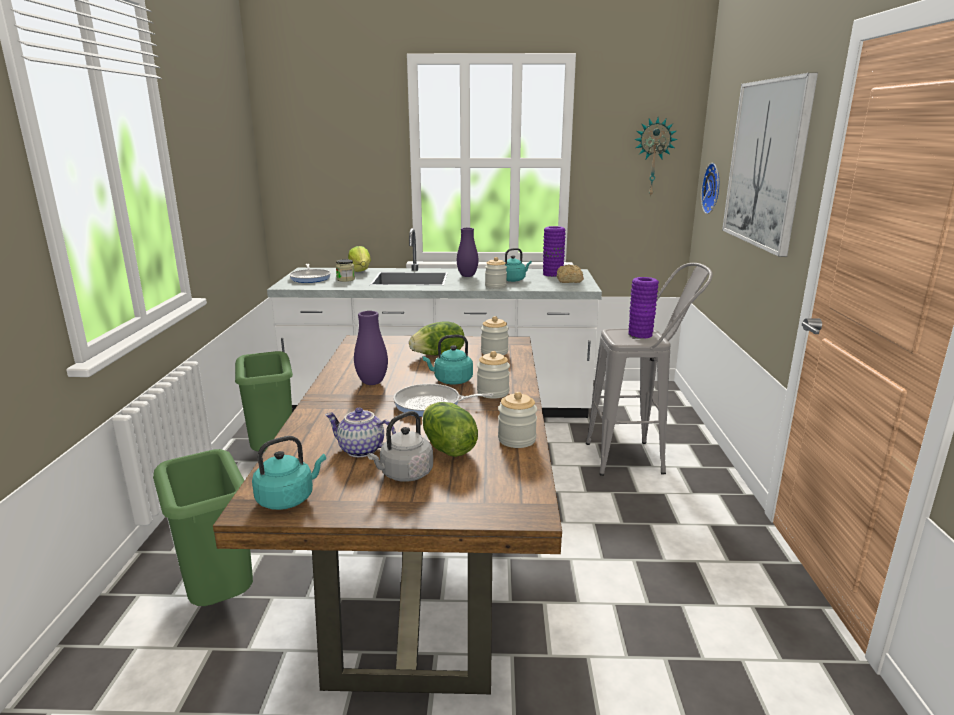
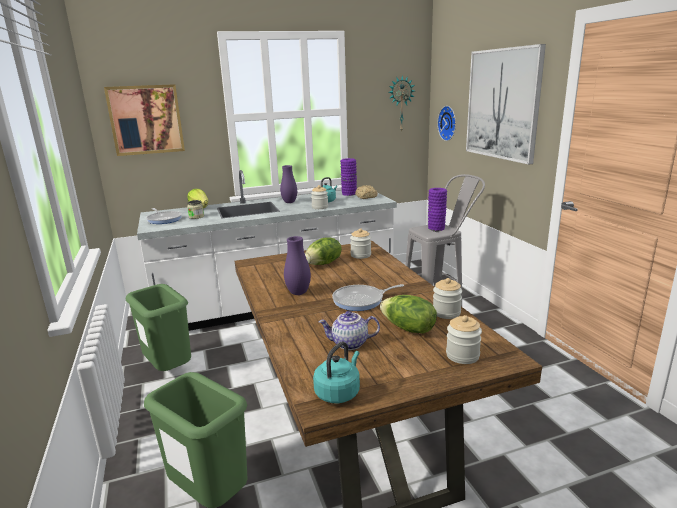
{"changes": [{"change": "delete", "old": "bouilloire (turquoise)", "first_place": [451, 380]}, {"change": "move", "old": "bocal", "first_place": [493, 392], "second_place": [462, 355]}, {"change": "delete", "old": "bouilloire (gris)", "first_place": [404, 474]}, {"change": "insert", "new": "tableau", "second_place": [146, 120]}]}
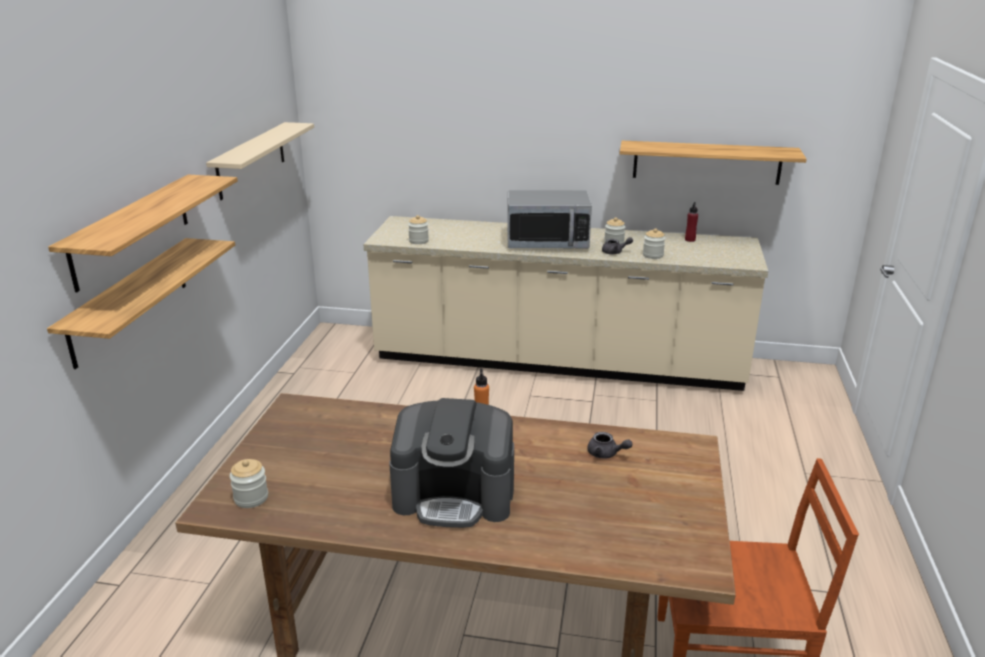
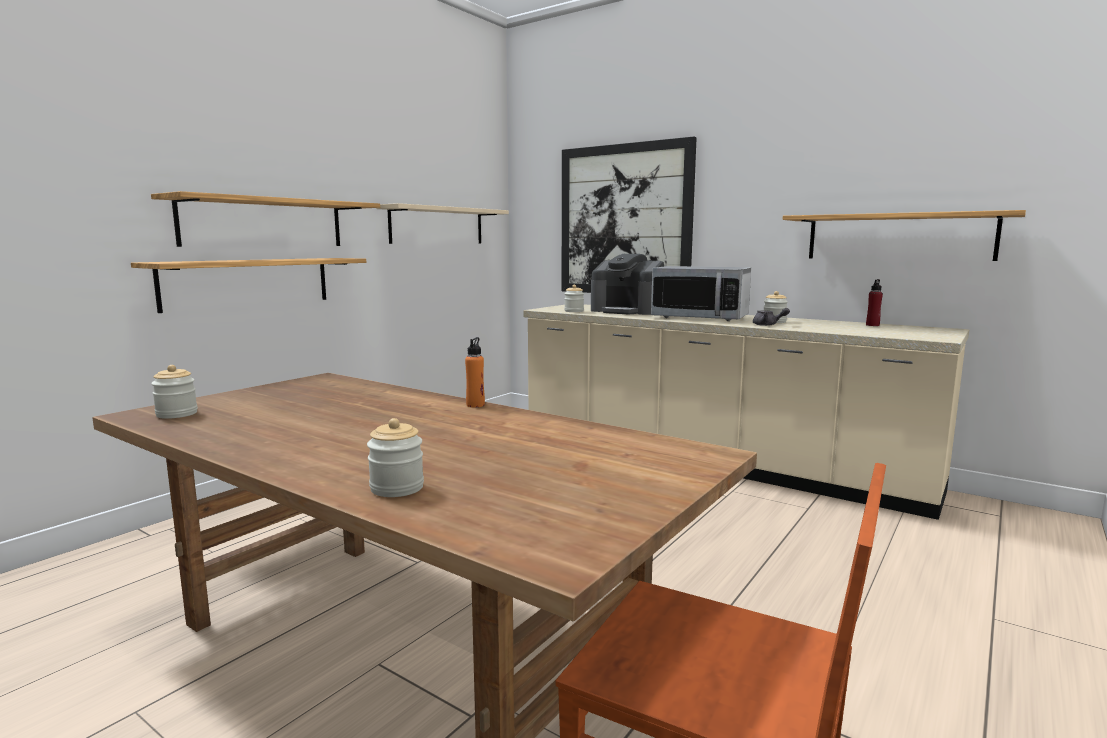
{"changes": [{"change": "move", "old": "bocal", "first_place": [653, 255], "second_place": [397, 488]}, {"change": "move", "old": "machine à café", "first_place": [455, 495], "second_place": [627, 311]}, {"change": "delete", "old": "théière (gris)", "first_place": [606, 454]}, {"change": "insert", "new": "tableau", "second_place": [624, 220]}]}
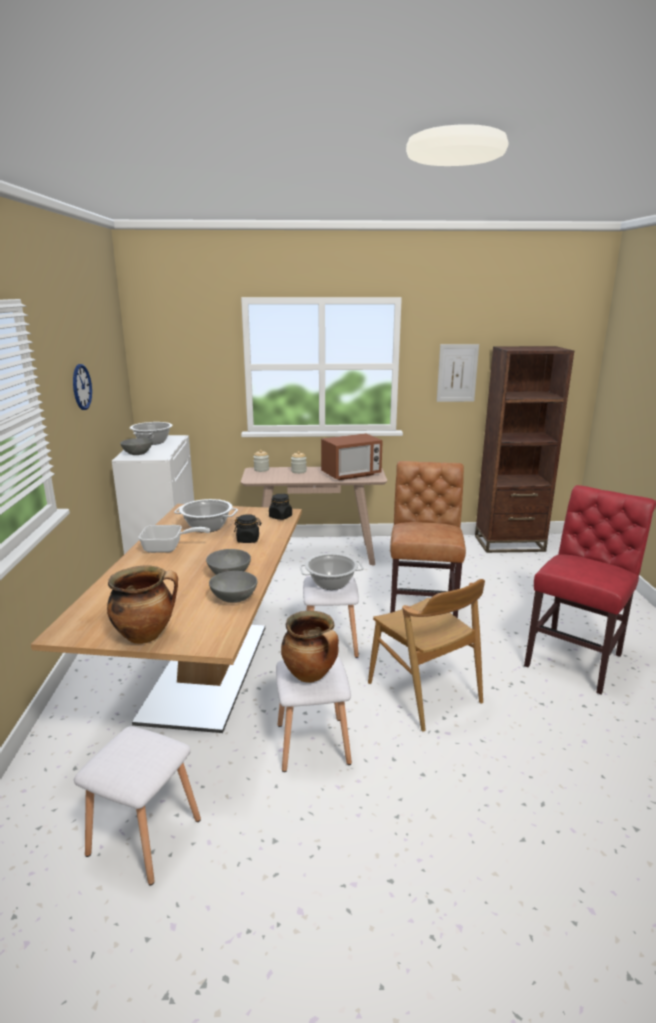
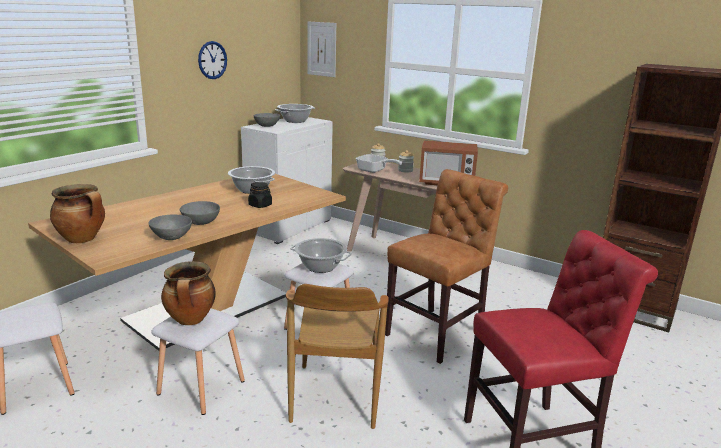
{"changes": [{"change": "move", "old": "tableau", "first_place": [457, 373], "second_place": [321, 49]}, {"change": "delete", "old": "bocal (noir)", "first_place": [280, 517]}, {"change": "move", "old": "poêle", "first_place": [168, 548], "second_place": [374, 171]}]}
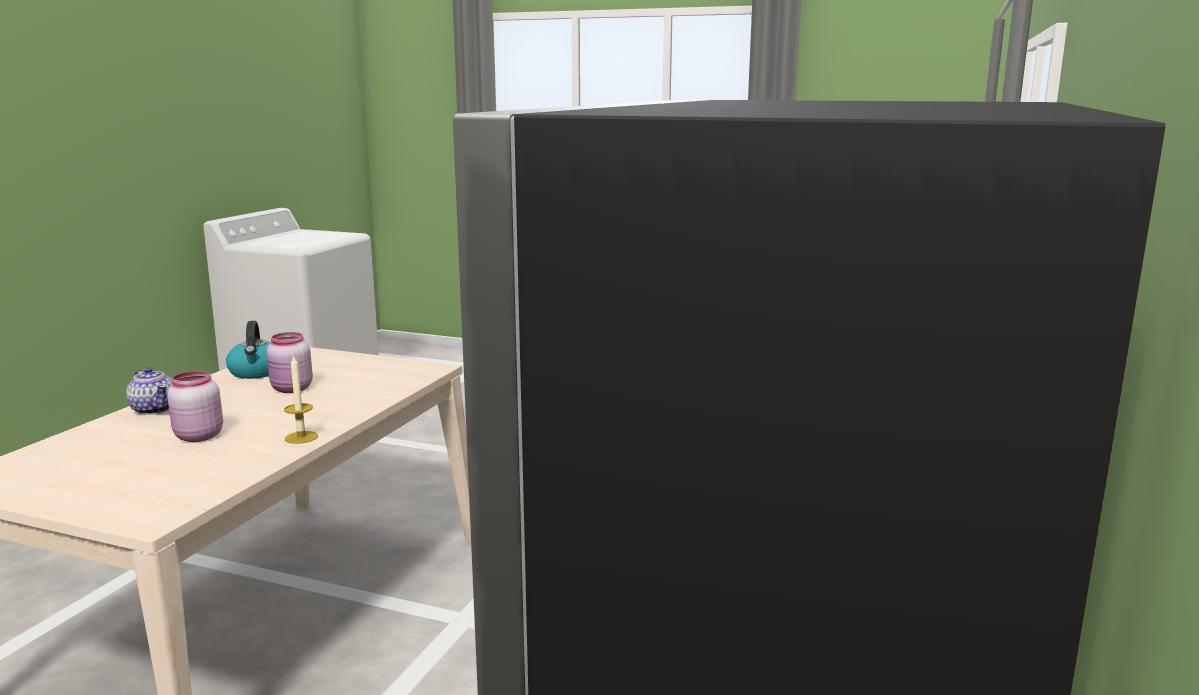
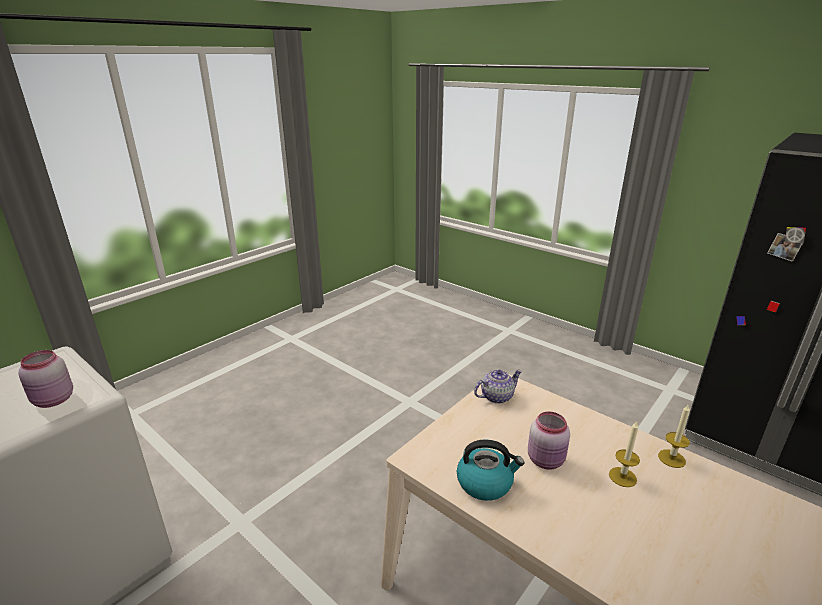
{"changes": [{"change": "move", "old": "théière", "first_place": [154, 409], "second_place": [496, 397]}, {"change": "move", "old": "bocal (rose)", "first_place": [197, 437], "second_place": [53, 400]}, {"change": "insert", "new": "bougie", "second_place": [622, 477]}]}
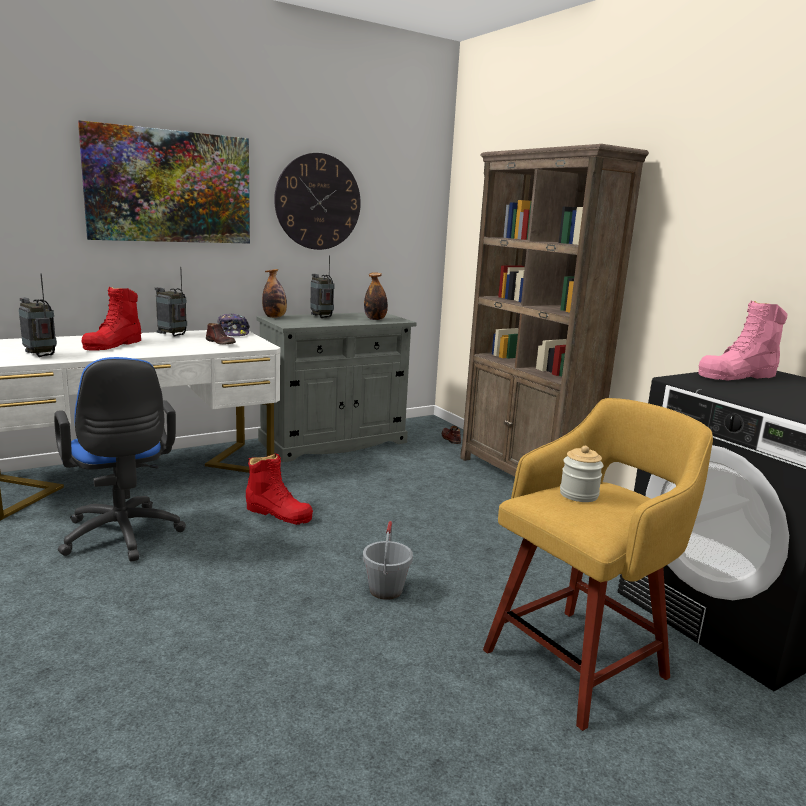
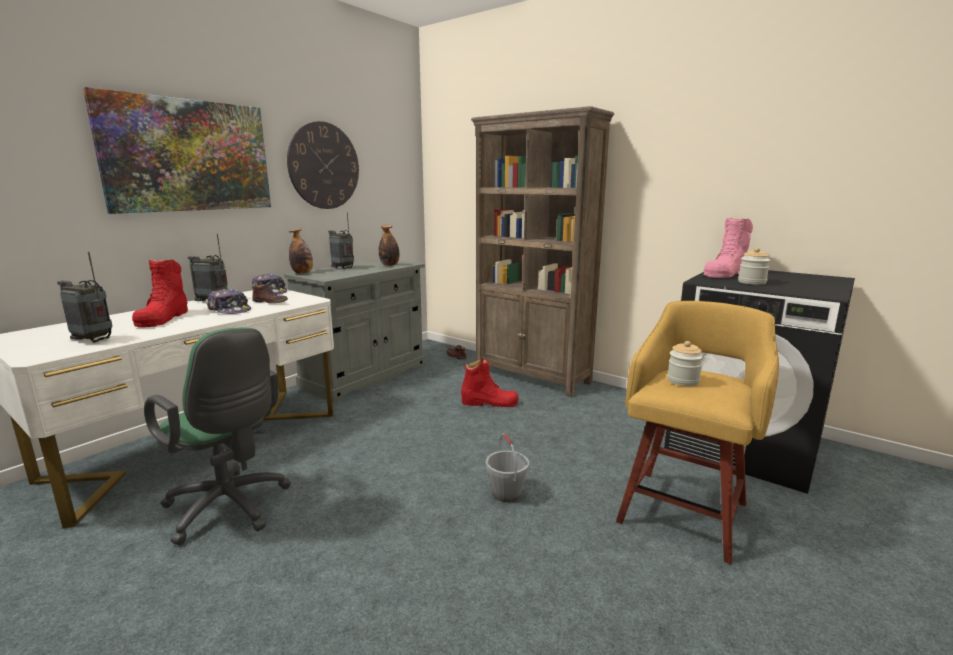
{"changes": [{"change": "recolor", "old": "chaise de bureau (bleu)", "new": "chaise de bureau (vert)", "first_place": [122, 537], "second_place": [230, 509]}, {"change": "move", "old": "botte (rouge)", "first_place": [279, 513], "second_place": [489, 403]}, {"change": "insert", "new": "bocal", "second_place": [752, 282]}, {"change": "insert", "new": "casquette", "second_place": [230, 310]}]}
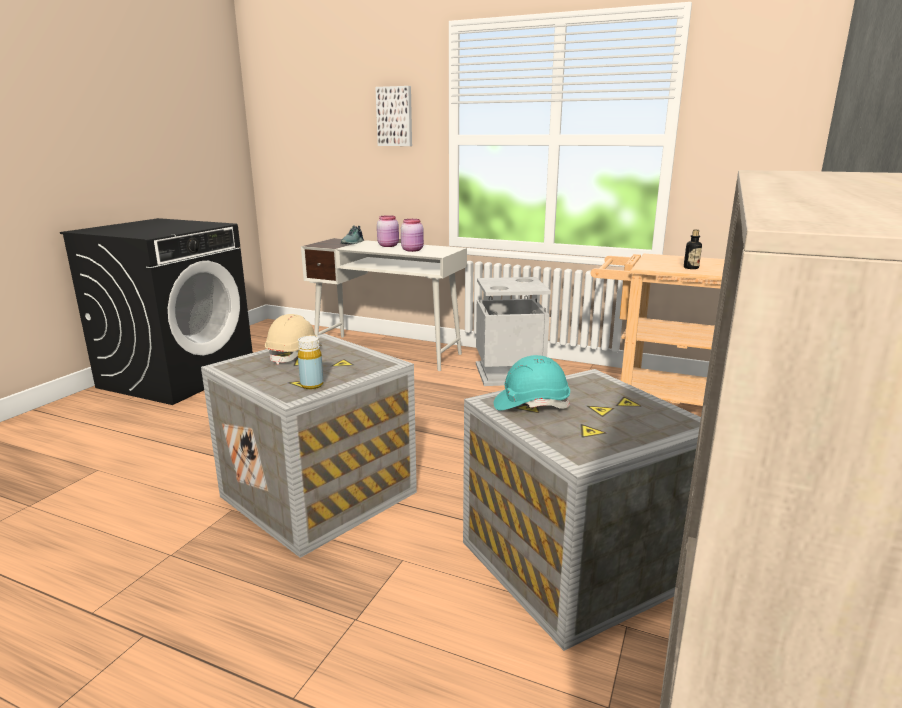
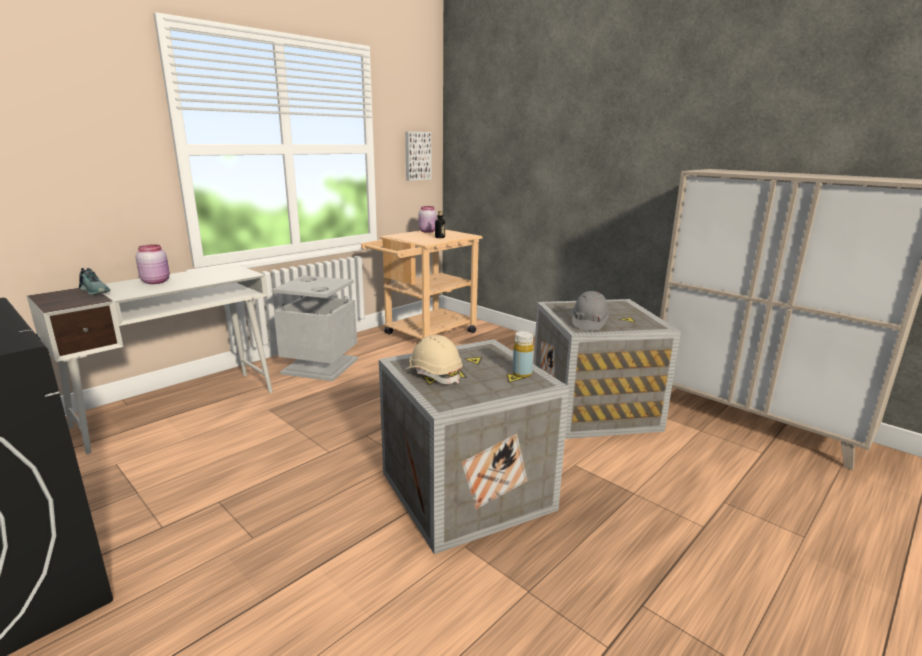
{"changes": [{"change": "move", "old": "tableau", "first_place": [395, 116], "second_place": [417, 156]}, {"change": "move", "old": "bocal (rose)", "first_place": [413, 250], "second_place": [427, 231]}, {"change": "recolor", "old": "casque de chantier (turquoise)", "new": "casque de chantier (gris)", "first_place": [531, 405], "second_place": [589, 323]}]}
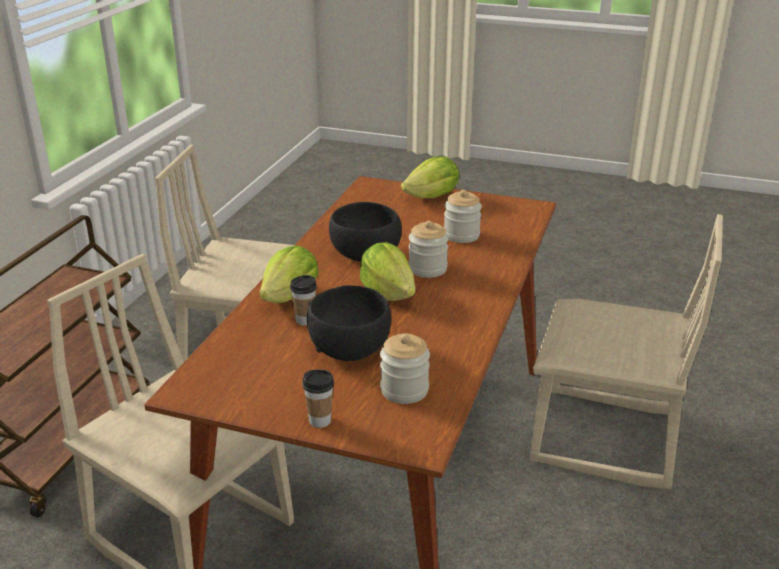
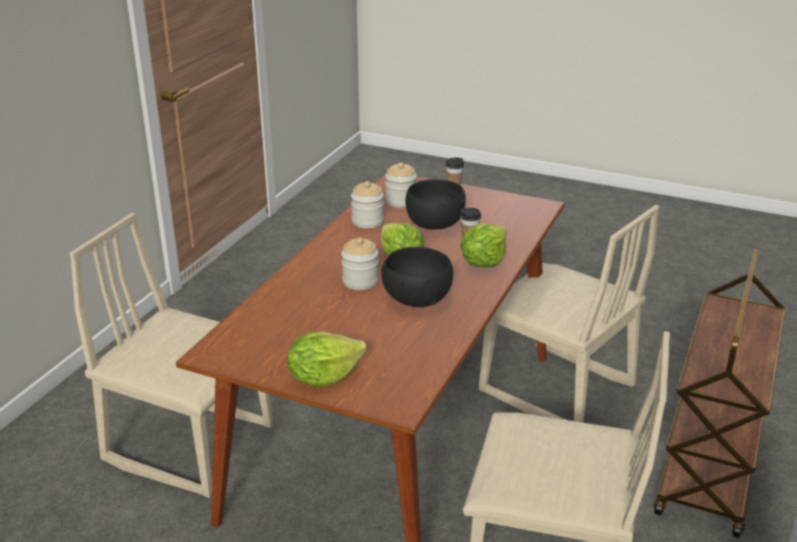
{"changes": [{"change": "move", "old": "bocal", "first_place": [461, 235], "second_place": [367, 221]}]}
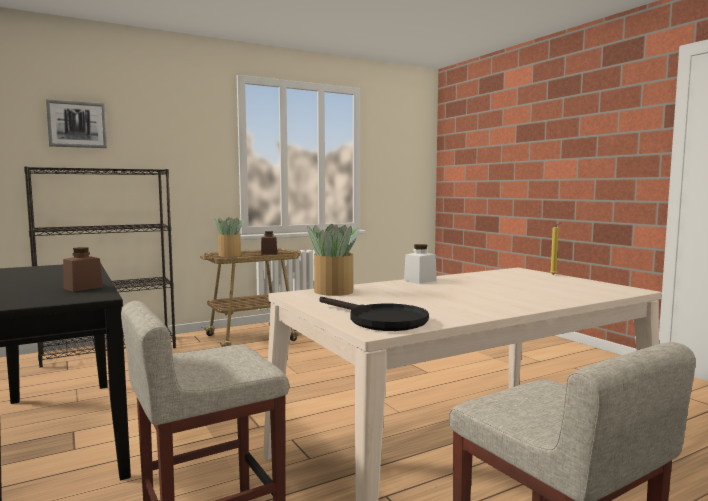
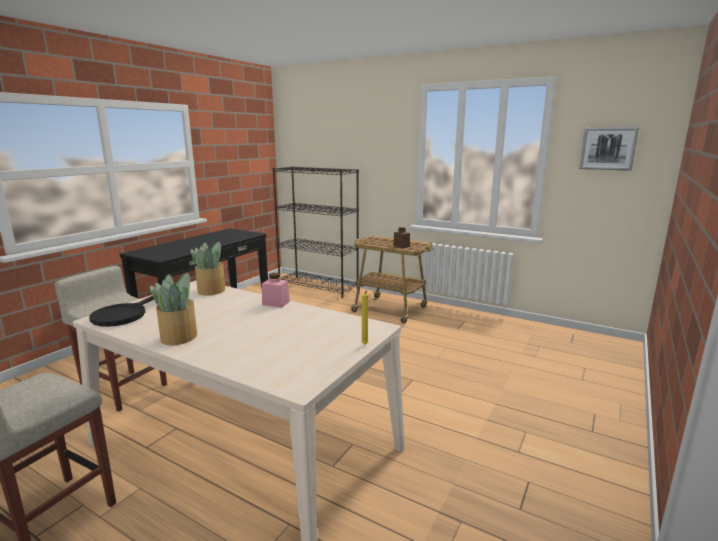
{"changes": [{"change": "move", "old": "tableau", "first_place": [77, 124], "second_place": [608, 148]}, {"change": "move", "old": "plante en pot", "first_place": [229, 255], "second_place": [180, 336]}, {"change": "recolor", "old": "bocal (blanc)", "new": "bocal (rose)", "first_place": [420, 280], "second_place": [276, 303]}, {"change": "delete", "old": "bocal (marron)", "first_place": [83, 288]}]}
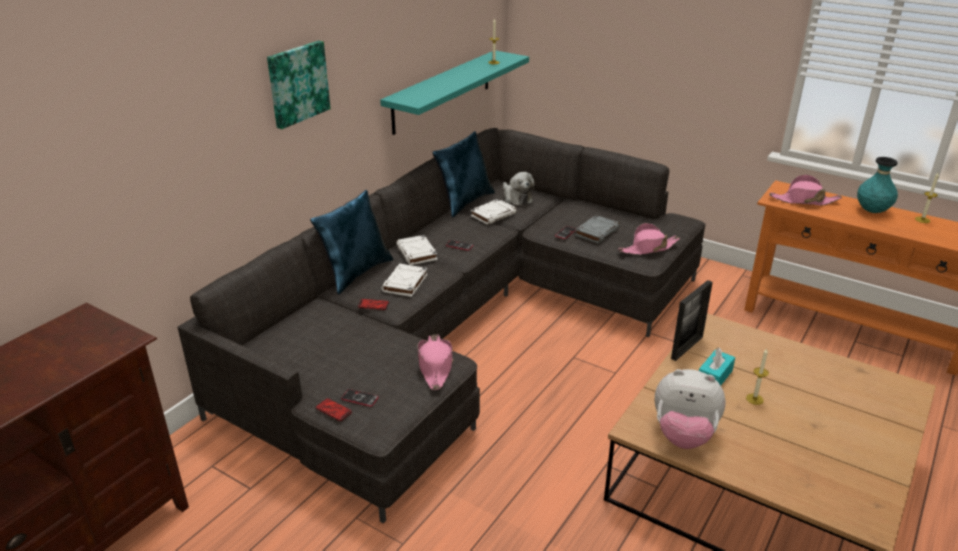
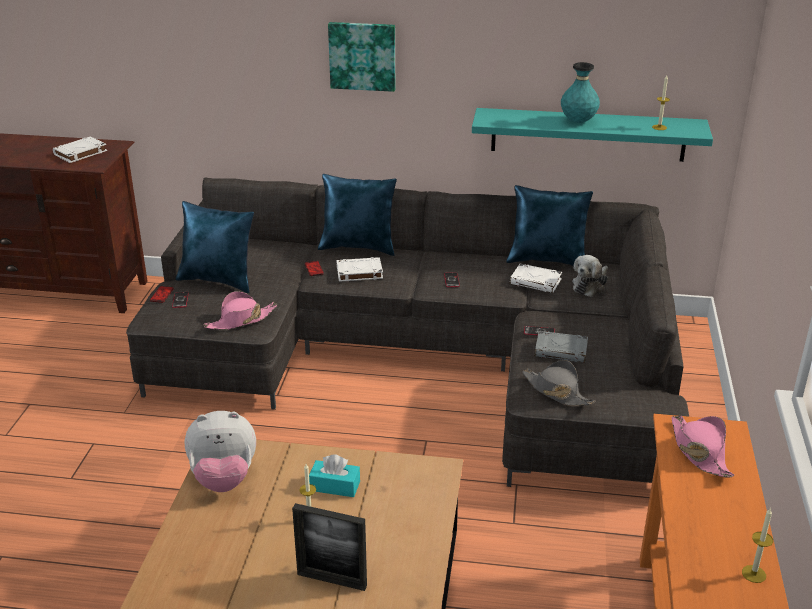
{"changes": [{"change": "move", "old": "vase (turquoise)", "first_place": [872, 211], "second_place": [578, 122]}, {"change": "recolor", "old": "chapeau (rose)", "new": "chapeau (gris)", "first_place": [648, 248], "second_place": [556, 392]}, {"change": "move", "old": "livre (blanc)", "first_place": [417, 253], "second_place": [80, 153]}, {"change": "move", "old": "cadre photo", "first_place": [687, 347], "second_place": [332, 580]}, {"change": "rotate", "old": "peluche", "first_place": [683, 435], "second_place": [224, 479], "degrees": -90}, {"change": "insert", "new": "coussin (bleu)", "second_place": [219, 280]}]}
